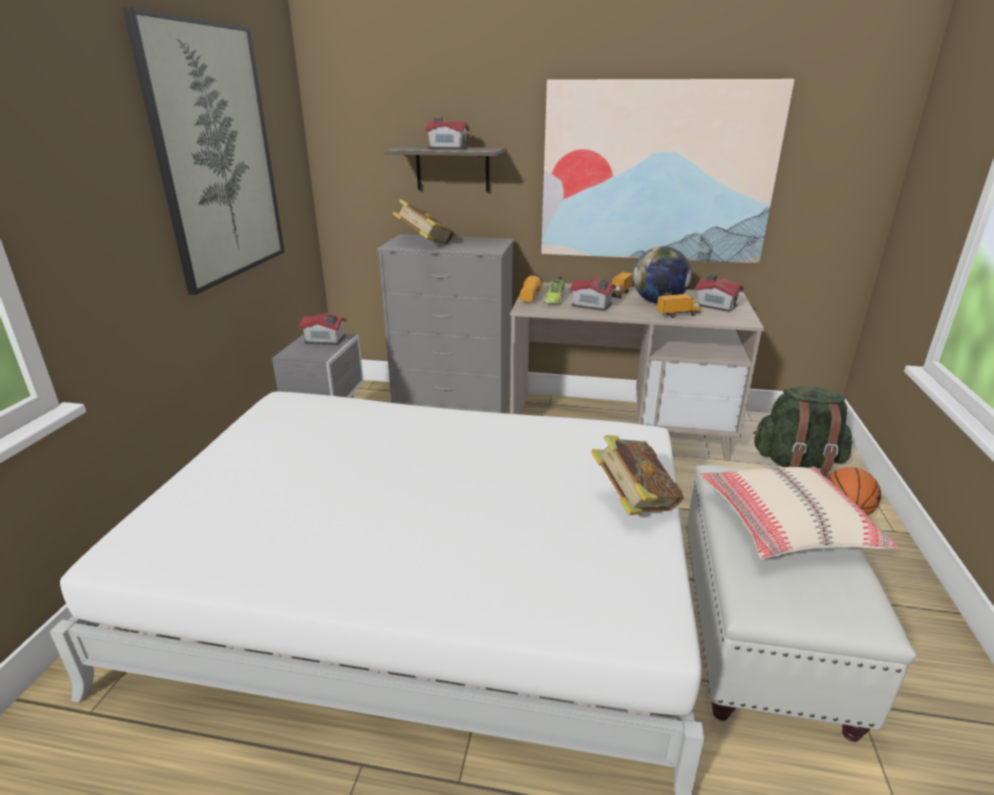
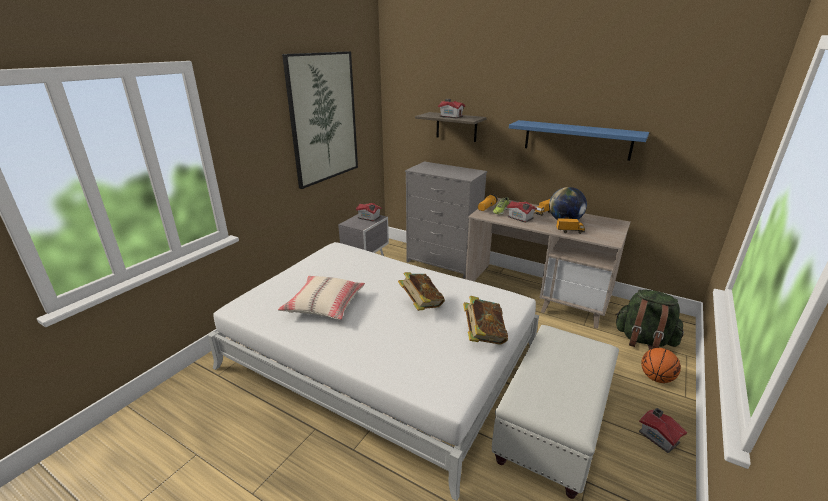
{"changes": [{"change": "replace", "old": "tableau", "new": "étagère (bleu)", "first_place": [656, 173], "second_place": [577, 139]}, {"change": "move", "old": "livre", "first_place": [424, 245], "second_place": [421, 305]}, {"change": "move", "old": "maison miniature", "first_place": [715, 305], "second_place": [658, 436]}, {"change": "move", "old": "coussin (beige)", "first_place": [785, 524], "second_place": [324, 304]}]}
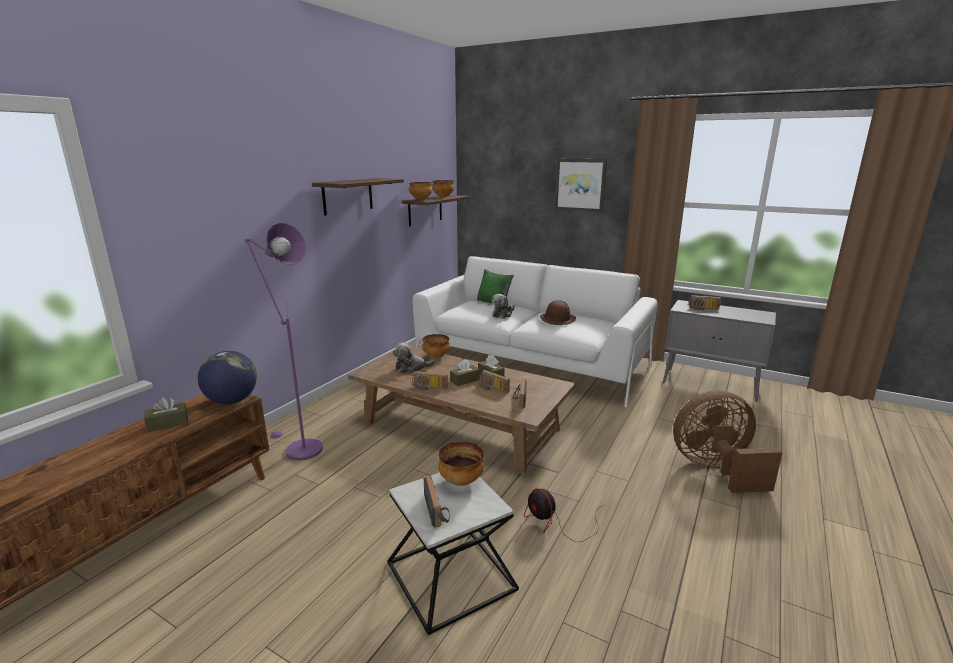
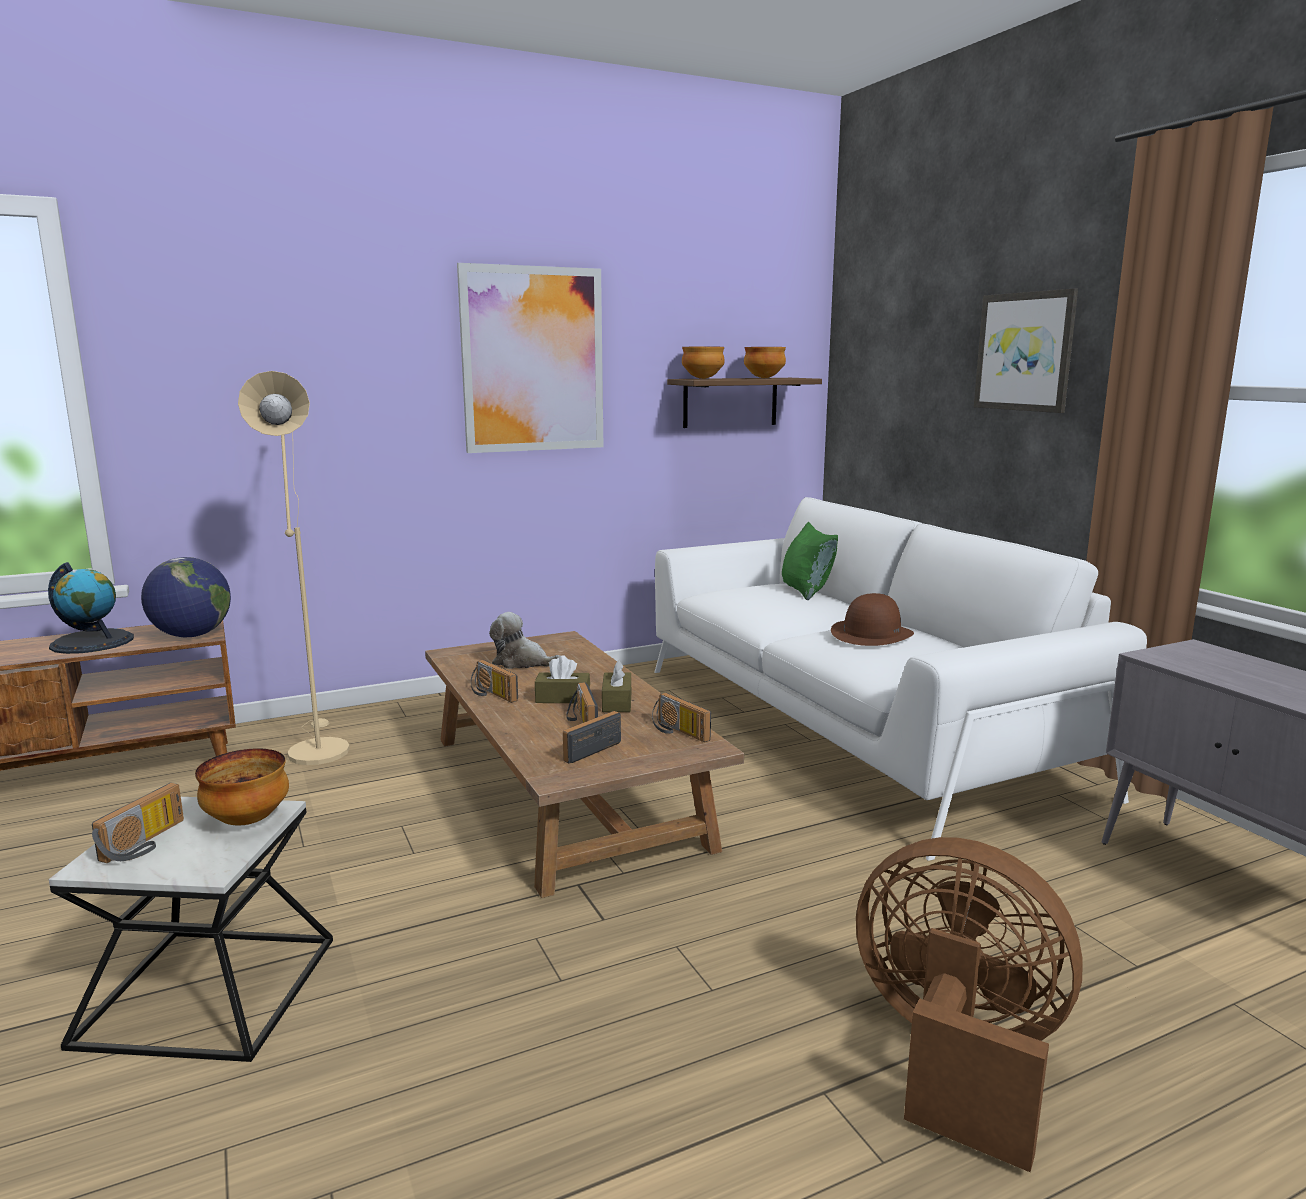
{"changes": [{"change": "replace", "old": "étagère", "new": "tableau", "first_place": [348, 196], "second_place": [533, 360]}, {"change": "recolor", "old": "lampadaire (violet)", "new": "lampadaire (beige)", "first_place": [298, 448], "second_place": [316, 748]}, {"change": "delete", "old": "peluche", "first_place": [503, 314]}, {"change": "move", "old": "radio", "first_place": [703, 309], "second_place": [677, 732]}, {"change": "delete", "old": "bol", "first_place": [436, 356]}, {"change": "replace", "old": "boîte à mouchoirs (marron)", "new": "globe", "first_place": [168, 423], "second_place": [92, 642]}, {"change": "delete", "old": "ventilateur", "first_place": [557, 523]}]}
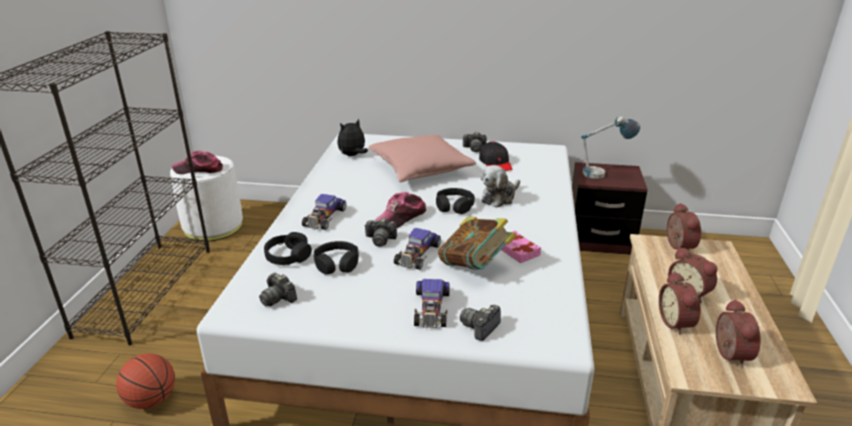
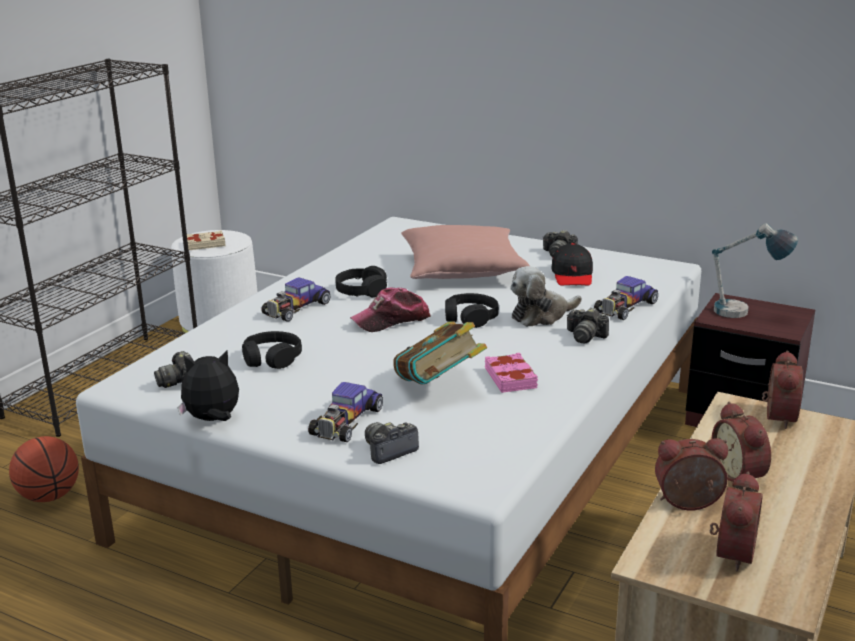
{"changes": [{"change": "move", "old": "peluche", "first_place": [353, 155], "second_place": [213, 420]}, {"change": "replace", "old": "casquette", "new": "livre (beige)", "first_place": [198, 169], "second_place": [205, 244]}, {"change": "move", "old": "appareil photo", "first_place": [380, 240], "second_place": [585, 336]}, {"change": "move", "old": "petite voiture", "first_place": [417, 254], "second_place": [625, 307]}, {"change": "move", "old": "casque audio (noir)", "first_place": [288, 256], "second_place": [361, 291]}, {"change": "rotate", "old": "réveil", "first_place": [677, 322], "second_place": [688, 504], "degrees": 75}]}
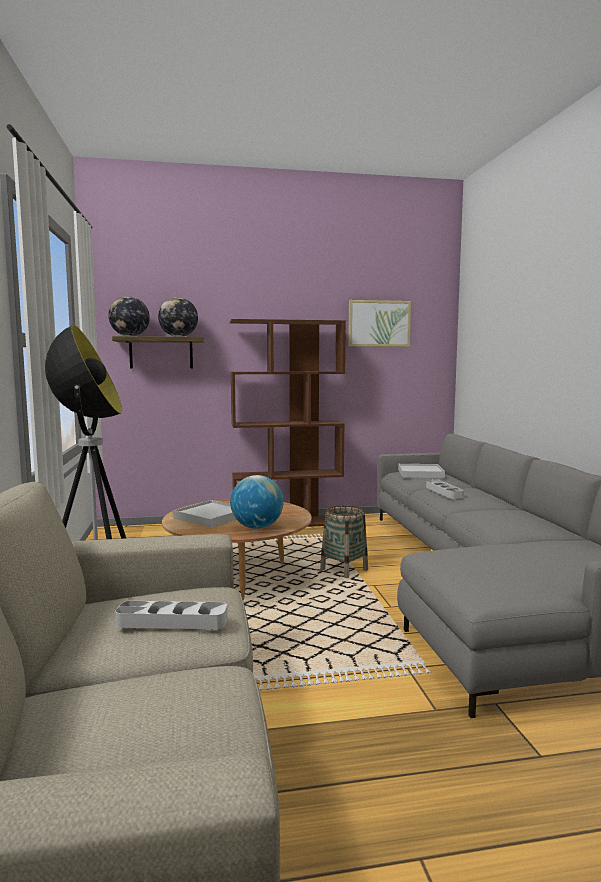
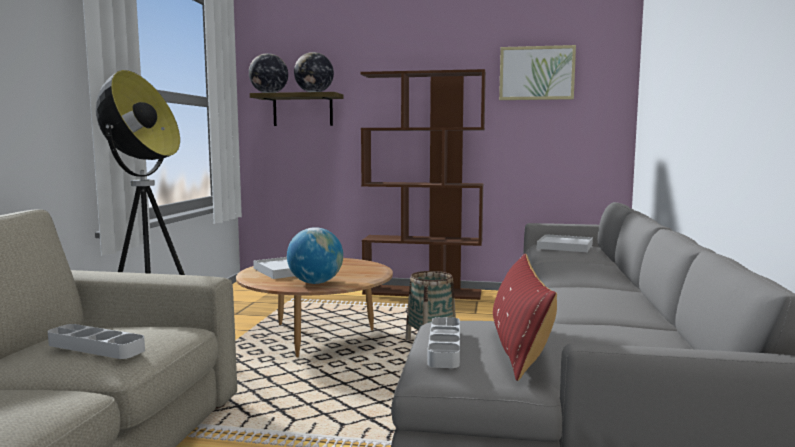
{"changes": [{"change": "move", "old": "plateau (gris)", "first_place": [444, 492], "second_place": [444, 347]}, {"change": "insert", "new": "coussin (rouge)", "second_place": [519, 346]}]}
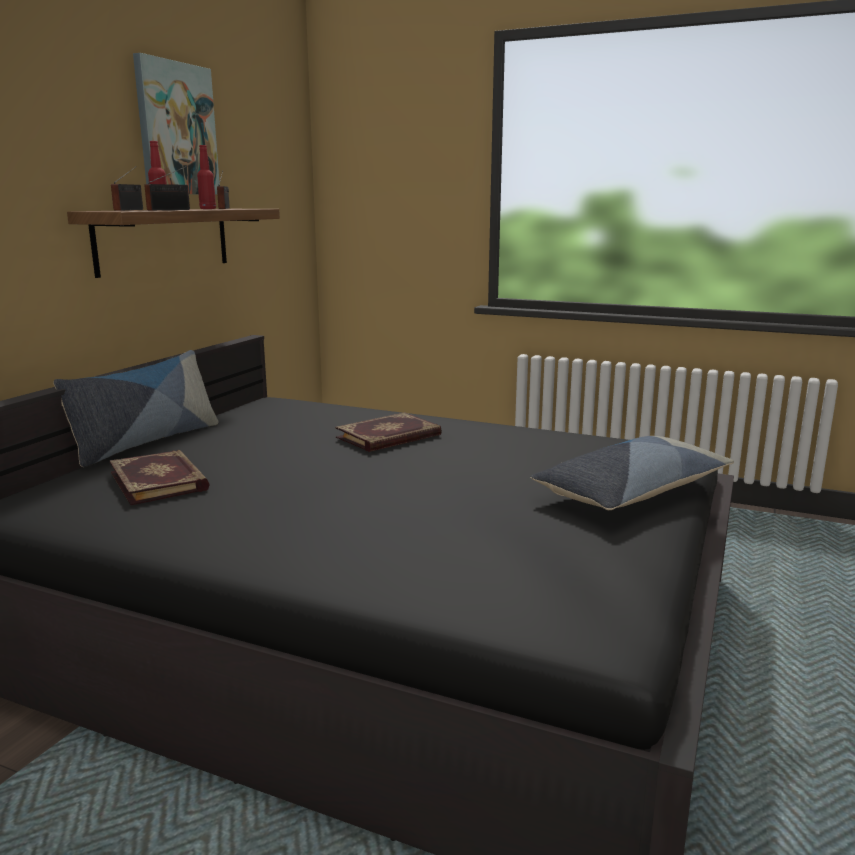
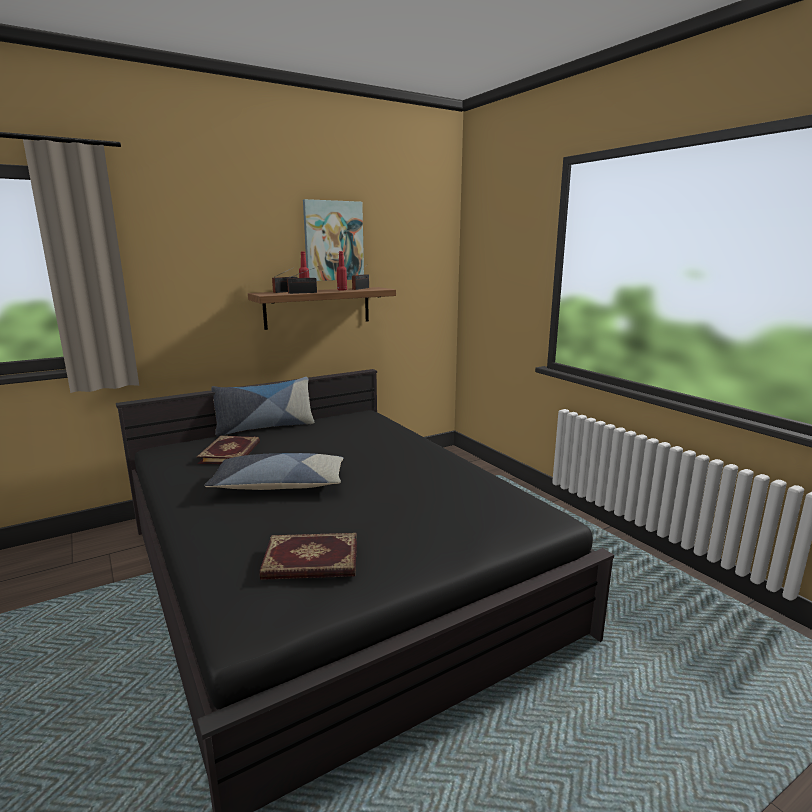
{"changes": [{"change": "move", "old": "livre", "first_place": [389, 437], "second_place": [311, 561]}, {"change": "move", "old": "coussin", "first_place": [631, 491], "second_place": [279, 484]}]}
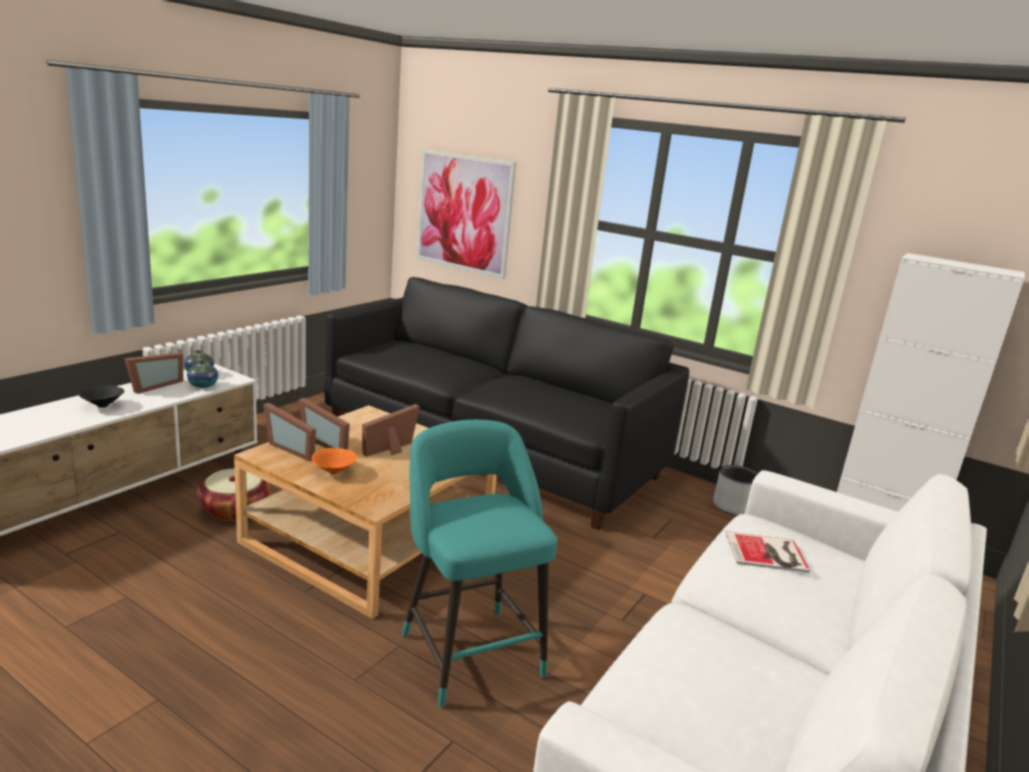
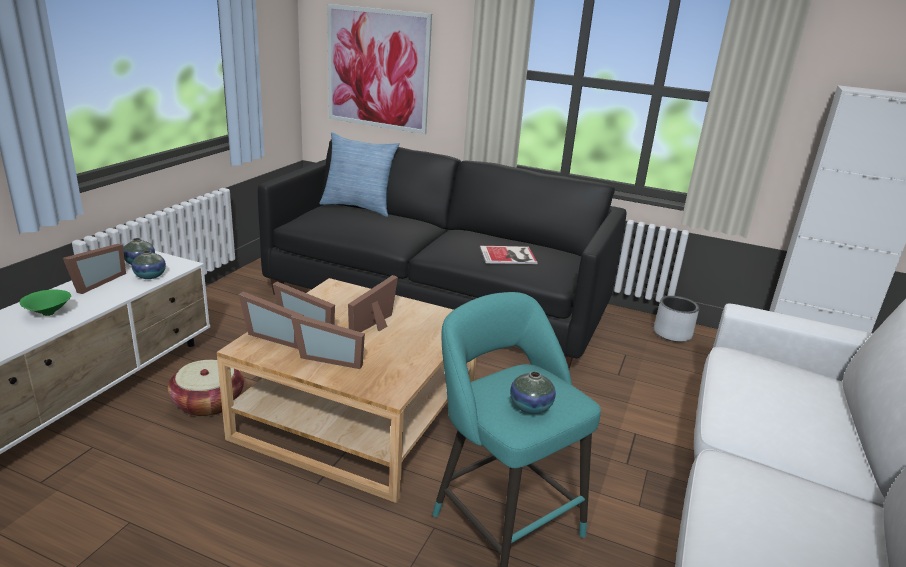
{"changes": [{"change": "recolor", "old": "bol (noir)", "new": "bol (vert)", "first_place": [102, 406], "second_place": [48, 314]}, {"change": "replace", "old": "bol (orange)", "new": "cadre photo", "first_place": [334, 471], "second_place": [330, 357]}, {"change": "move", "old": "livre", "first_place": [768, 553], "second_place": [509, 256]}, {"change": "insert", "new": "coussin", "second_place": [358, 207]}, {"change": "insert", "new": "vase", "second_place": [530, 407]}]}
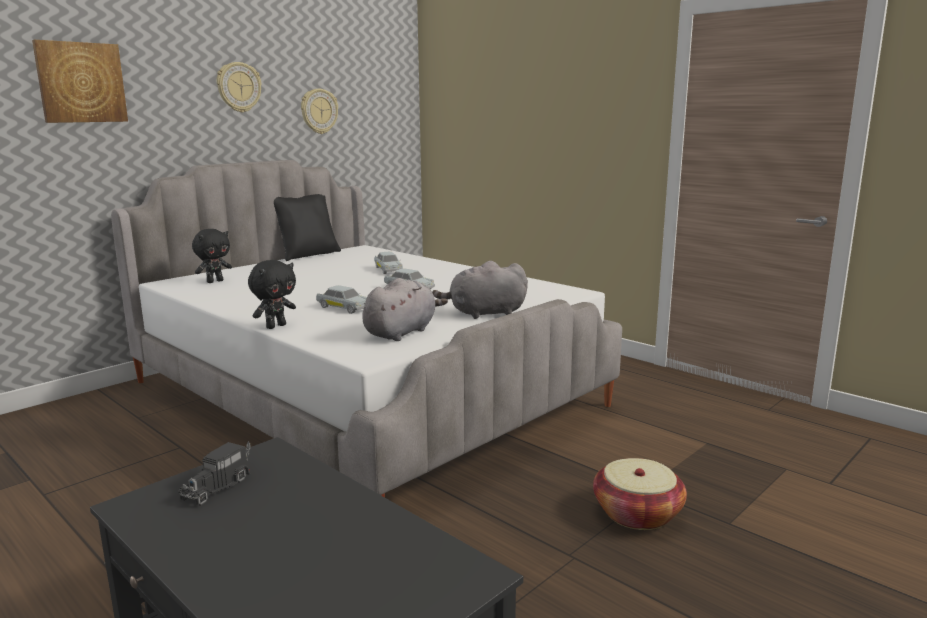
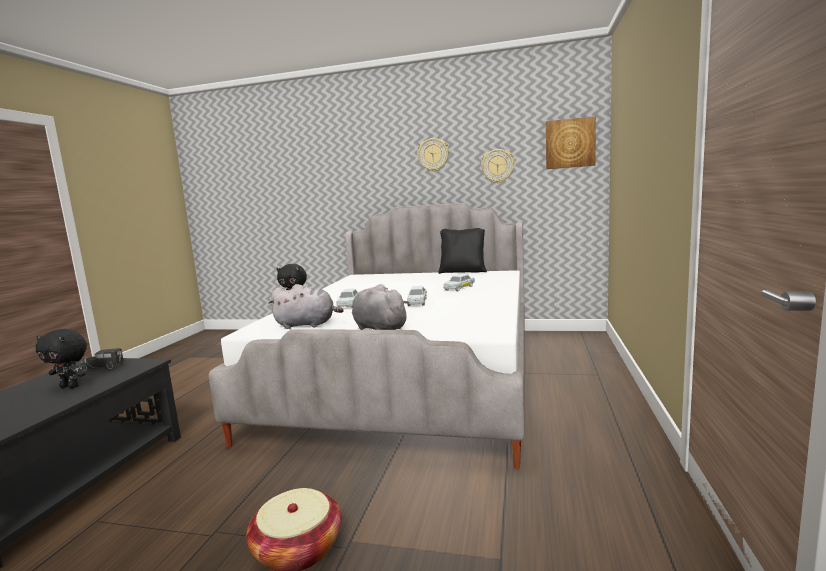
{"changes": [{"change": "move", "old": "tableau", "first_place": [81, 82], "second_place": [570, 143]}, {"change": "move", "old": "peluche (noir)", "first_place": [215, 281], "second_place": [70, 386]}]}
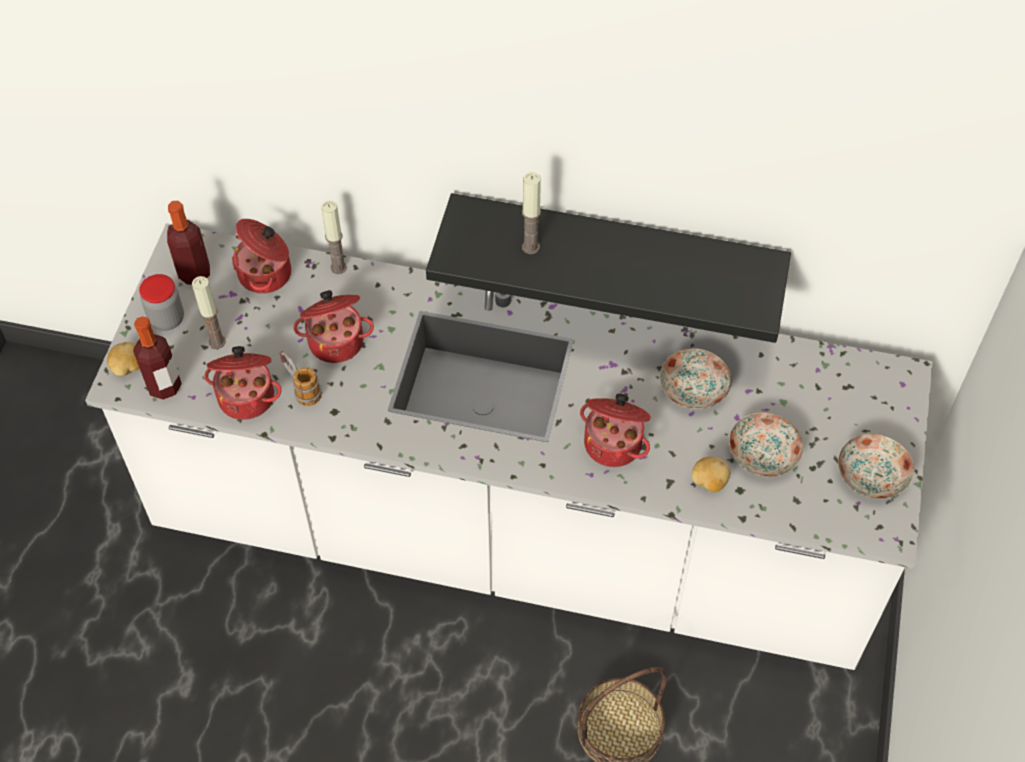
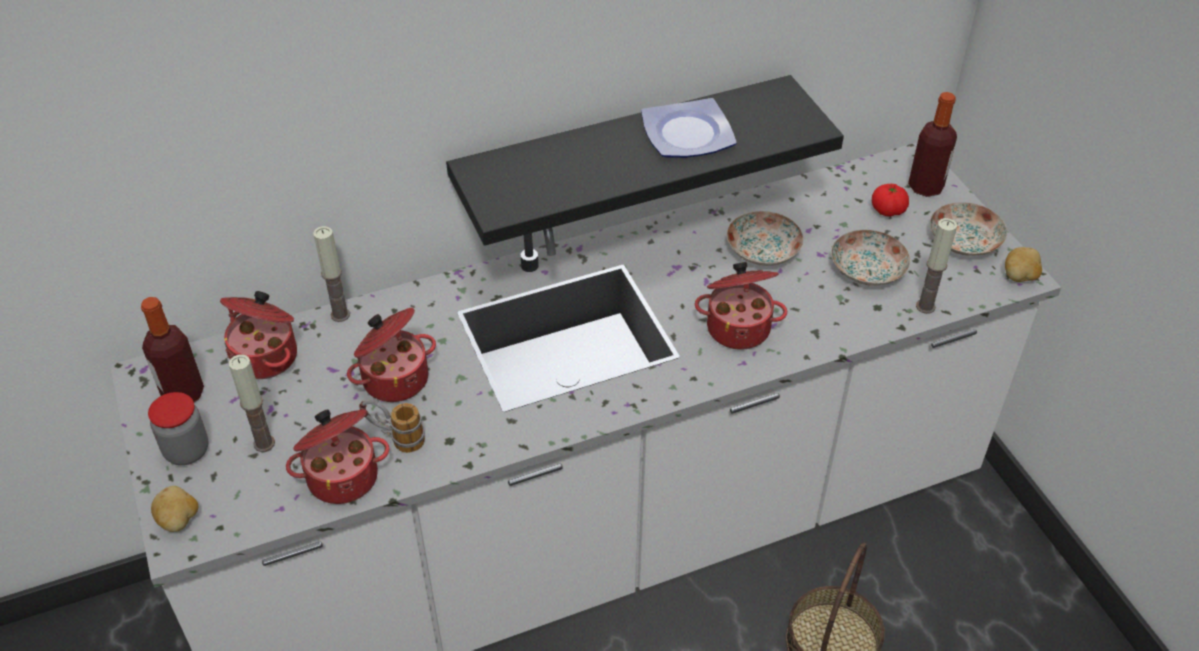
{"changes": [{"change": "move", "old": "bougie", "first_place": [530, 247], "second_place": [925, 306]}, {"change": "move", "old": "bouteille", "first_place": [164, 386], "second_place": [925, 187]}, {"change": "move", "old": "pomme de terre", "first_place": [709, 482], "second_place": [1019, 277]}, {"change": "insert", "new": "assiette", "second_place": [688, 133]}, {"change": "insert", "new": "tomate", "second_place": [888, 210]}]}
